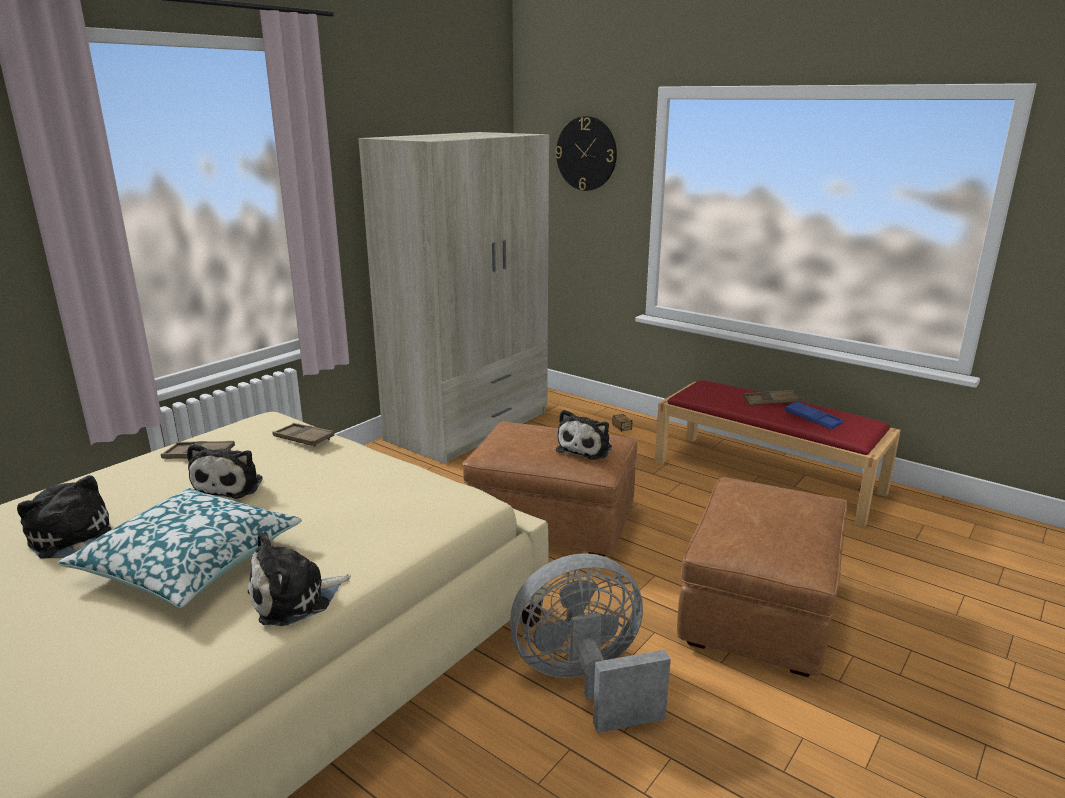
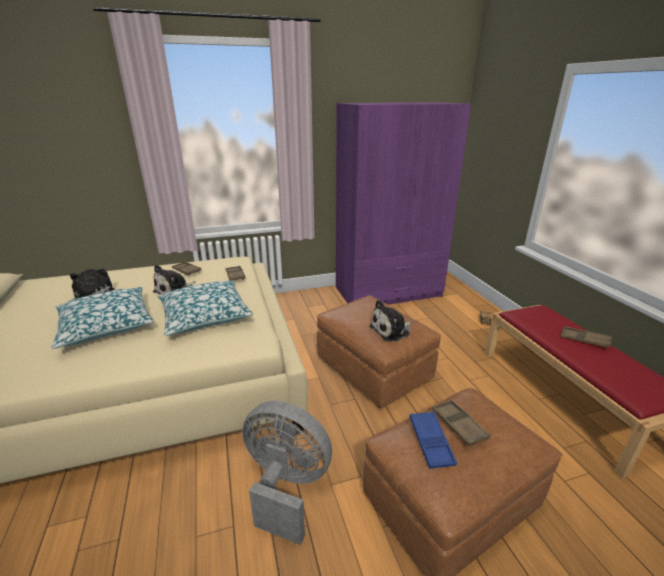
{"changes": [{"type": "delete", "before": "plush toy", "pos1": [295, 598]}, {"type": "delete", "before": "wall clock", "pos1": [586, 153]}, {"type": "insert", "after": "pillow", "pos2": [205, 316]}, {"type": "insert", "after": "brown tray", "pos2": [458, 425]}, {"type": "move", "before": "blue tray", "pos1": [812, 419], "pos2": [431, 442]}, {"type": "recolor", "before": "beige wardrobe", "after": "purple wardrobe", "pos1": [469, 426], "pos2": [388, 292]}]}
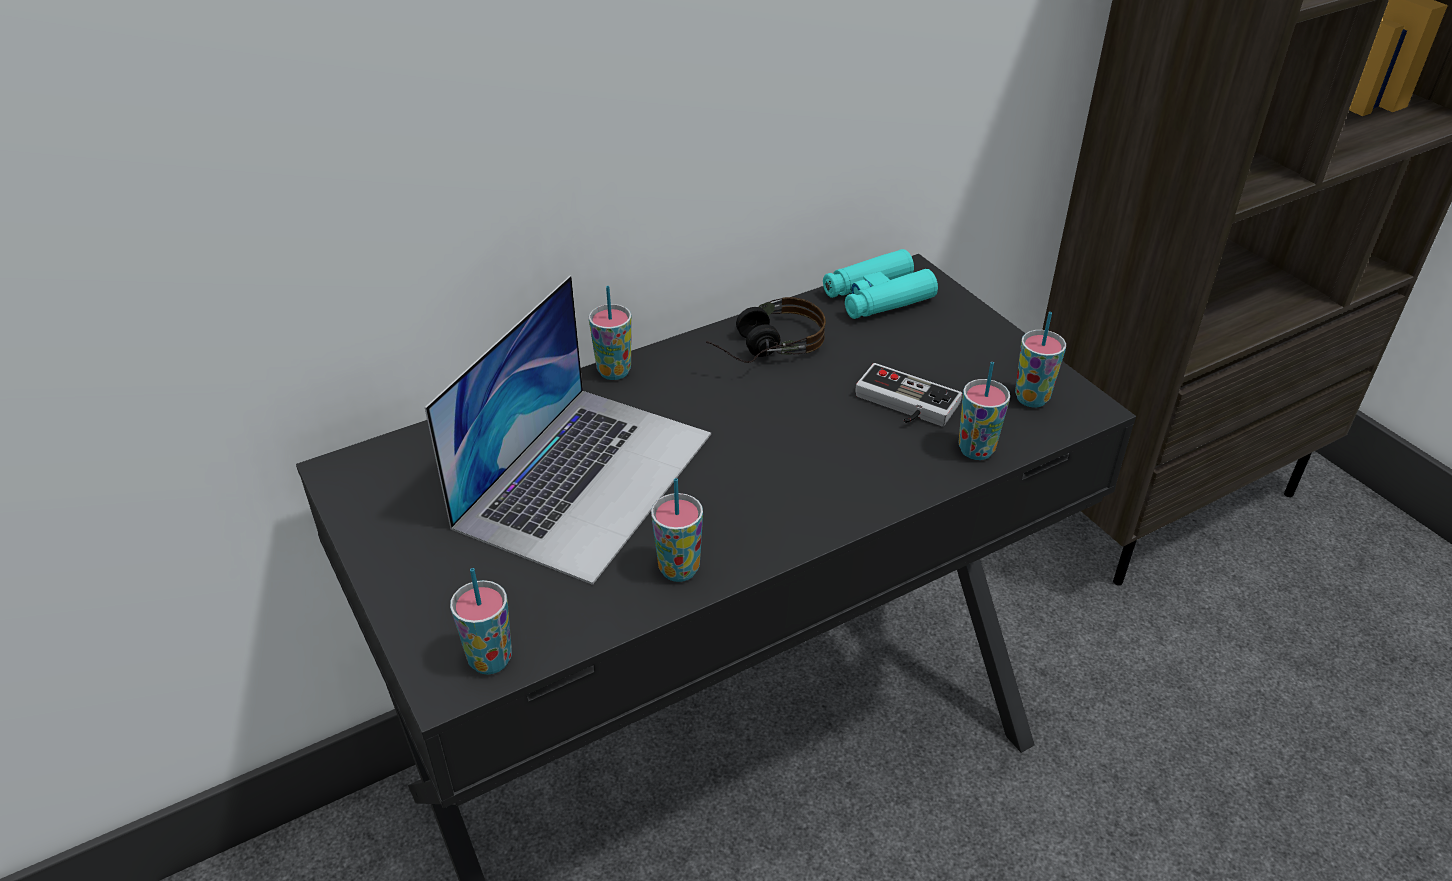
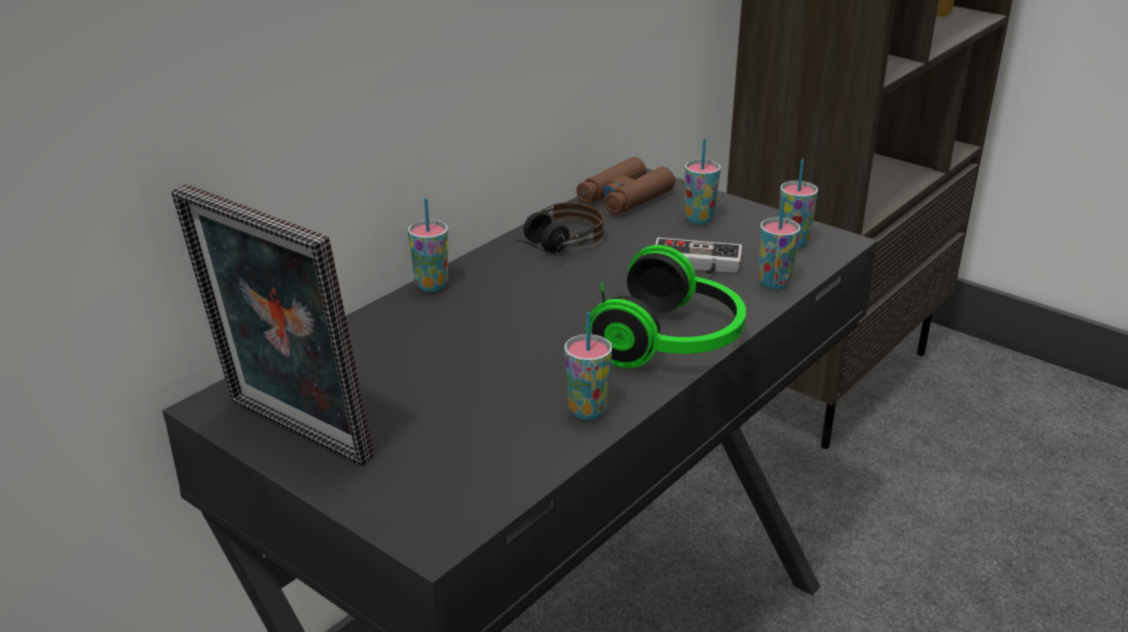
{"changes": [{"type": "delete", "before": "laptop", "pos1": [586, 478]}, {"type": "insert", "after": "picture frame", "pos2": [291, 435]}, {"type": "insert", "after": "headphones", "pos2": [672, 342]}, {"type": "move", "before": "cup", "pos1": [490, 660], "pos2": [699, 219]}, {"type": "recolor", "before": "turquoise binoculars", "after": "brown binoculars", "pos1": [877, 297], "pos2": [624, 198]}]}
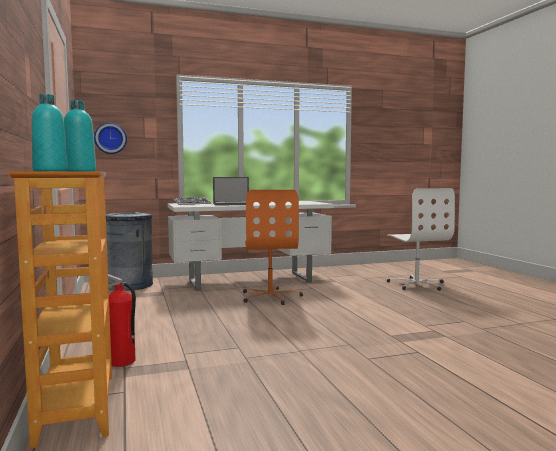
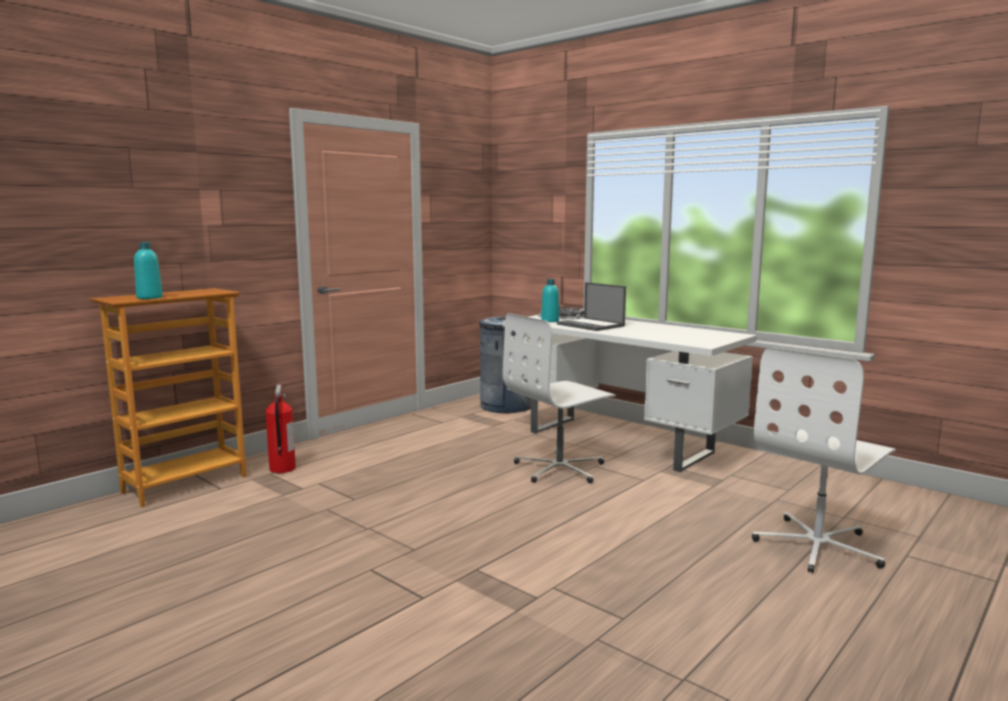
{"changes": [{"type": "delete", "before": "wall clock", "pos1": [110, 138]}, {"type": "move", "before": "turquoise bottle", "pos1": [50, 171], "pos2": [550, 321]}, {"type": "recolor", "before": "orange office chair", "after": "white office chair", "pos1": [270, 297], "pos2": [560, 469]}]}
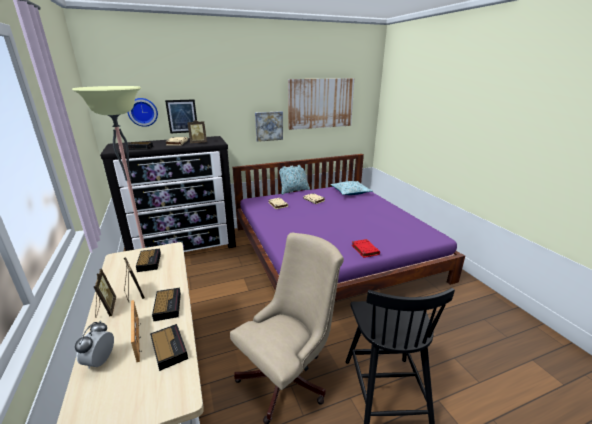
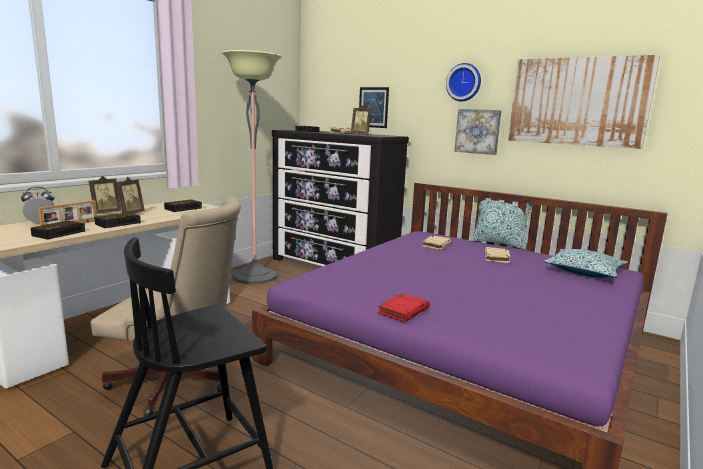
{"changes": [{"type": "move", "before": "wall clock", "pos1": [143, 112], "pos2": [464, 82]}]}
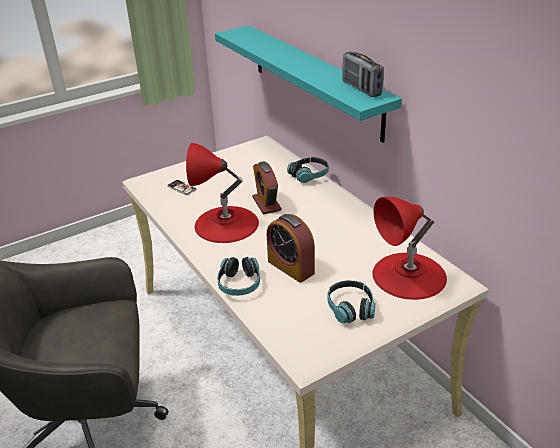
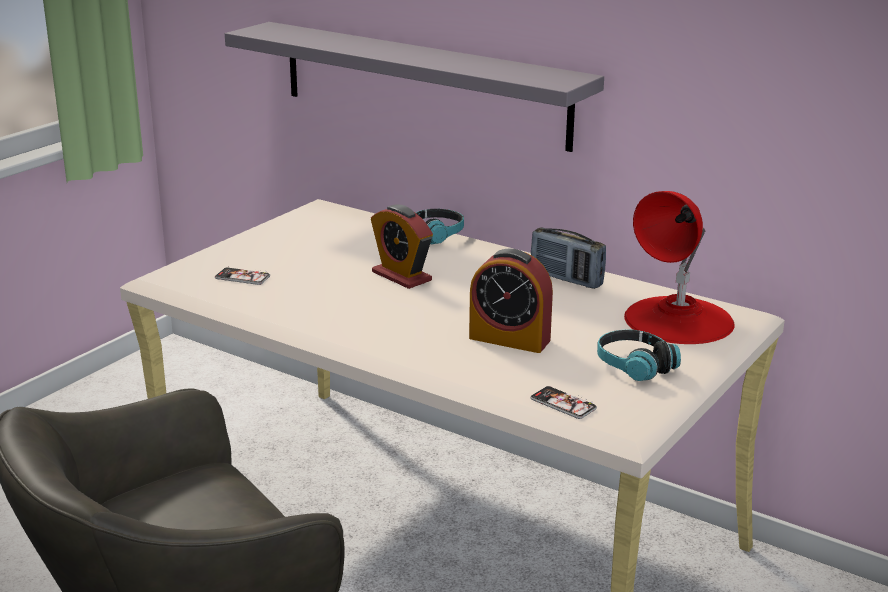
{"changes": [{"type": "delete", "before": "red table lamp", "pos1": [226, 224]}, {"type": "delete", "before": "headphones", "pos1": [239, 284]}, {"type": "insert", "after": "phone", "pos2": [563, 404]}, {"type": "move", "before": "radio", "pos1": [361, 89], "pos2": [566, 279]}, {"type": "recolor", "before": "turquoise shelf", "after": "grey shelf", "pos1": [314, 80], "pos2": [422, 84]}]}
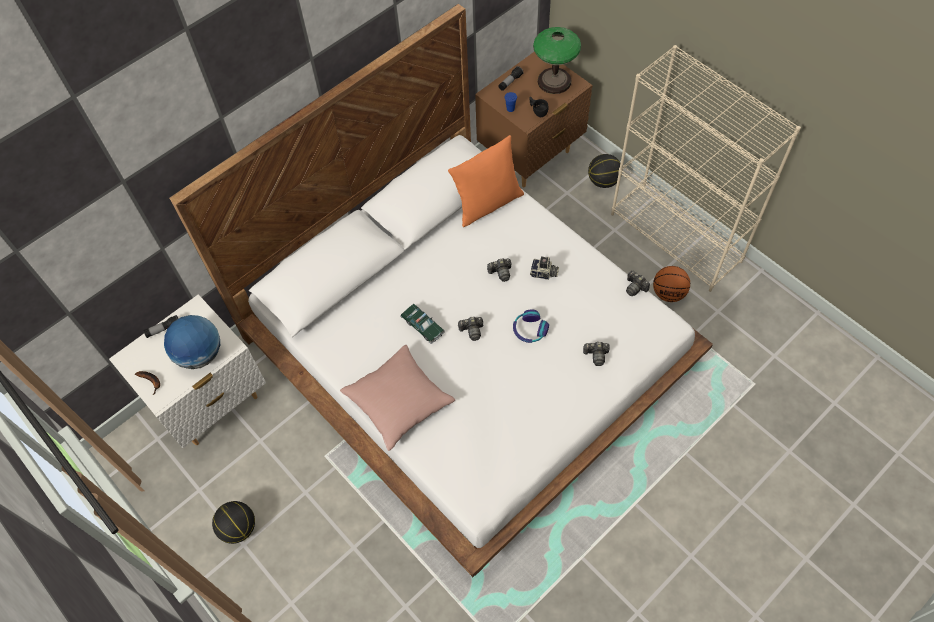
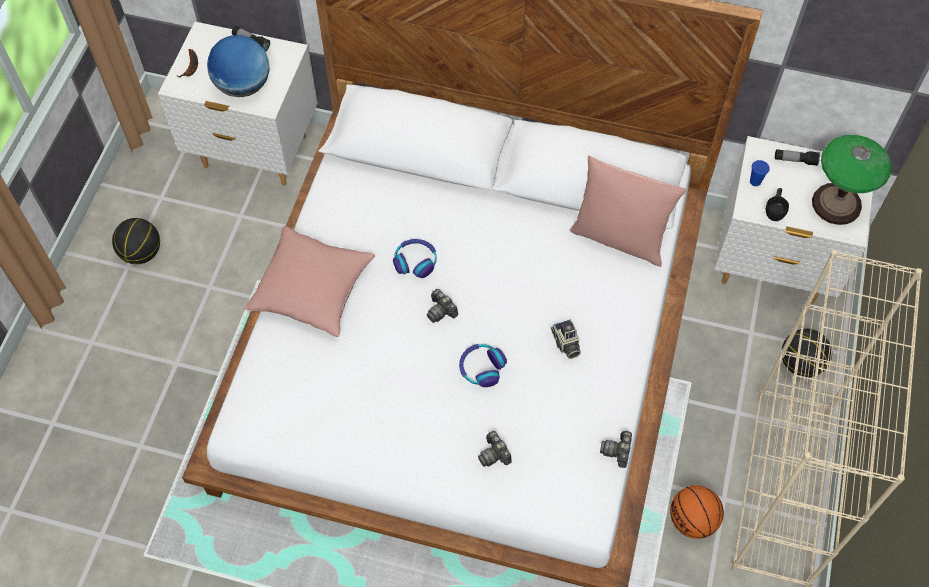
{"changes": [{"type": "delete", "before": "photo camera", "pos1": [500, 272]}, {"type": "replace", "before": "toy car", "after": "headphones", "pos1": [422, 326], "pos2": [415, 261]}, {"type": "recolor", "before": "orange pillow", "after": "pink pillow", "pos1": [487, 204], "pos2": [619, 238]}, {"type": "recolor", "before": "brown nightstand", "after": "white nightstand", "pos1": [530, 156], "pos2": [771, 266]}]}
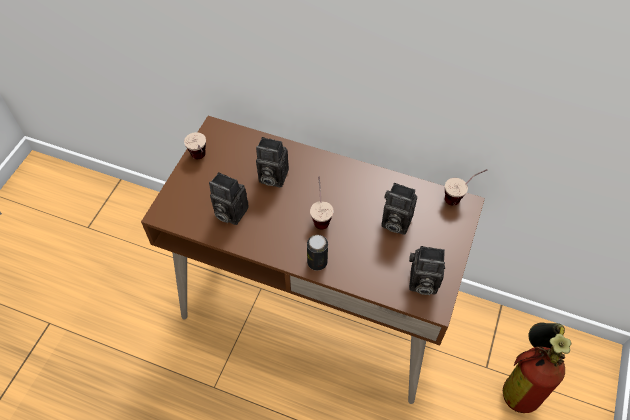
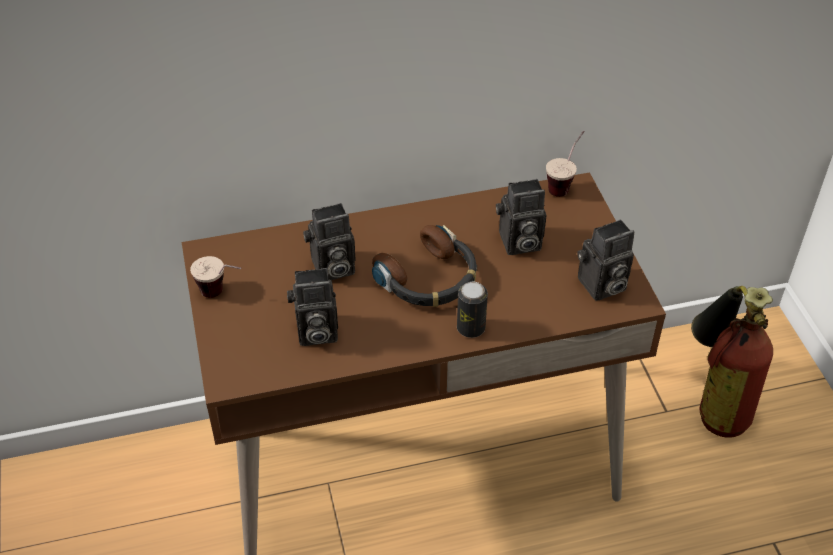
{"changes": [{"type": "replace", "before": "cup", "after": "headphones", "pos1": [320, 215], "pos2": [429, 279]}]}
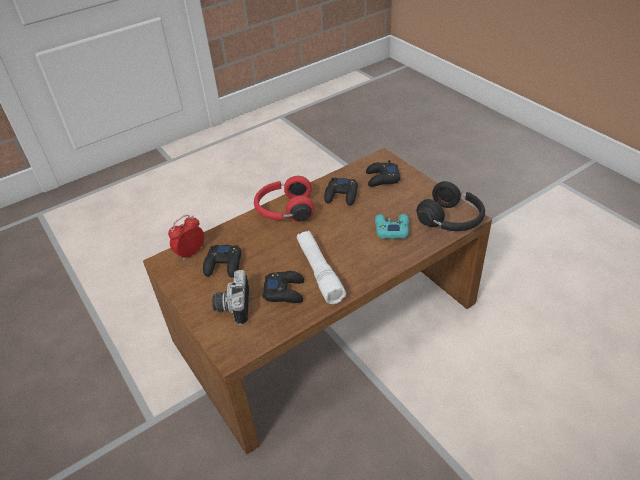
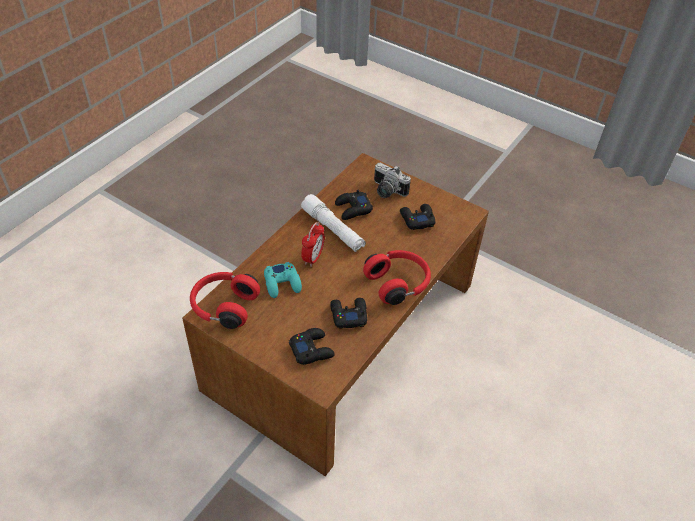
{"changes": [{"type": "move", "before": "alarm clock", "pos1": [191, 253], "pos2": [313, 258]}, {"type": "recolor", "before": "black headphones", "after": "red headphones", "pos1": [451, 220], "pos2": [224, 306]}, {"type": "rotate", "before": "photo camera", "pos1": [232, 306], "pos2": [386, 191], "turn": 150}]}
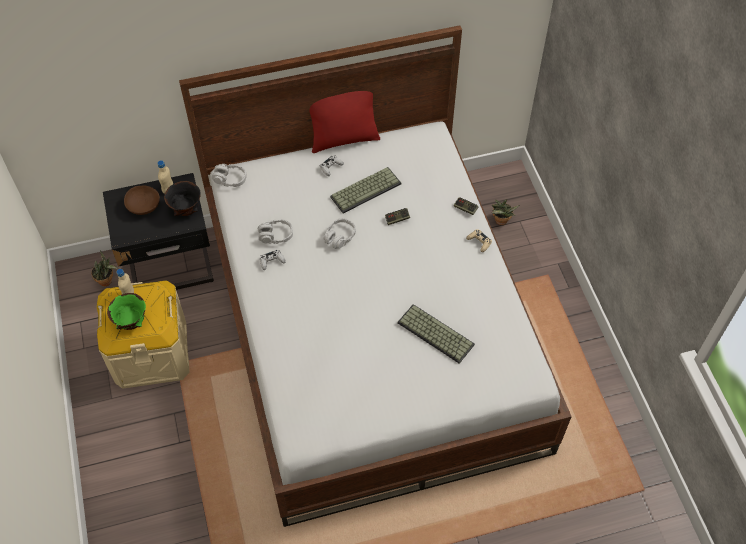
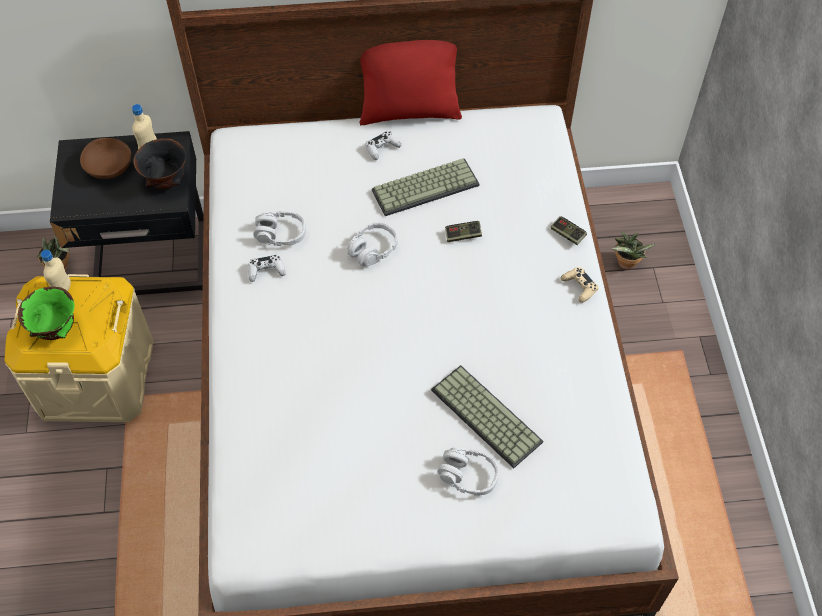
{"changes": [{"type": "move", "before": "grey headphones", "pos1": [230, 179], "pos2": [468, 475]}]}
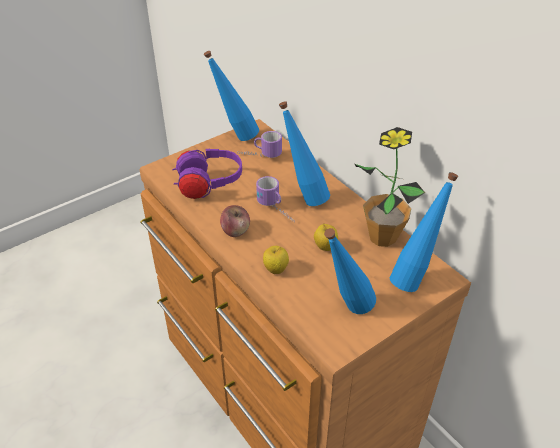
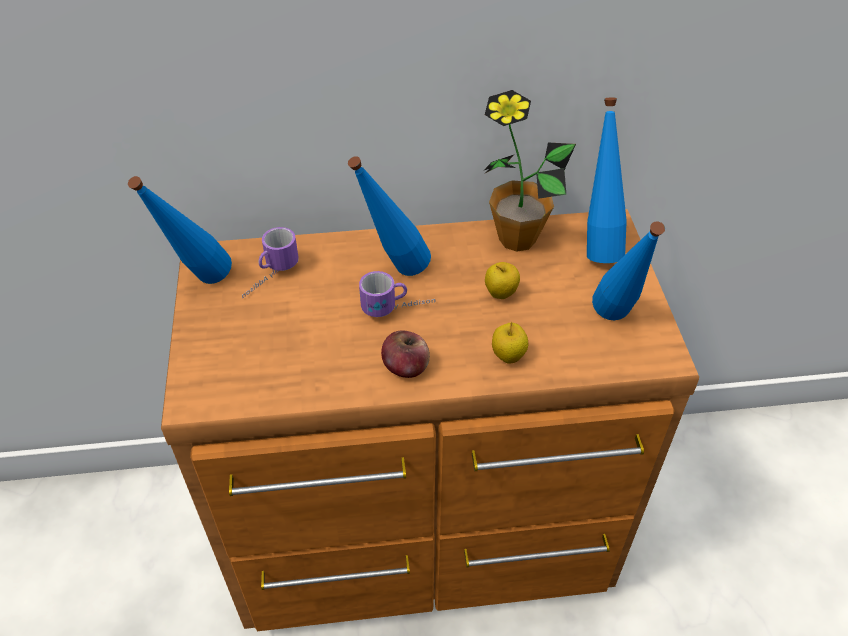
{"changes": [{"type": "delete", "before": "purple headphones", "pos1": [209, 185]}]}
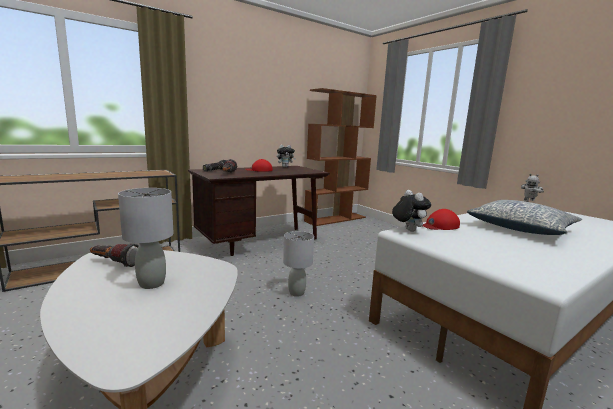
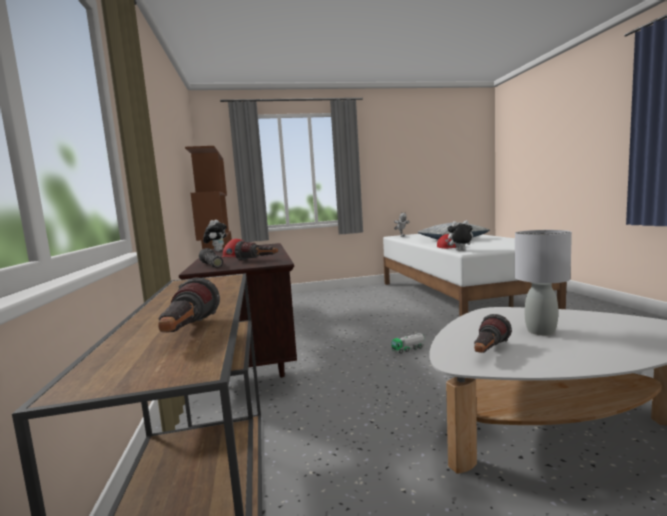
{"changes": [{"type": "insert", "after": "flashlight", "pos2": [187, 333]}, {"type": "replace", "before": "grey table lamp", "after": "toy truck", "pos1": [296, 293], "pos2": [408, 349]}]}
